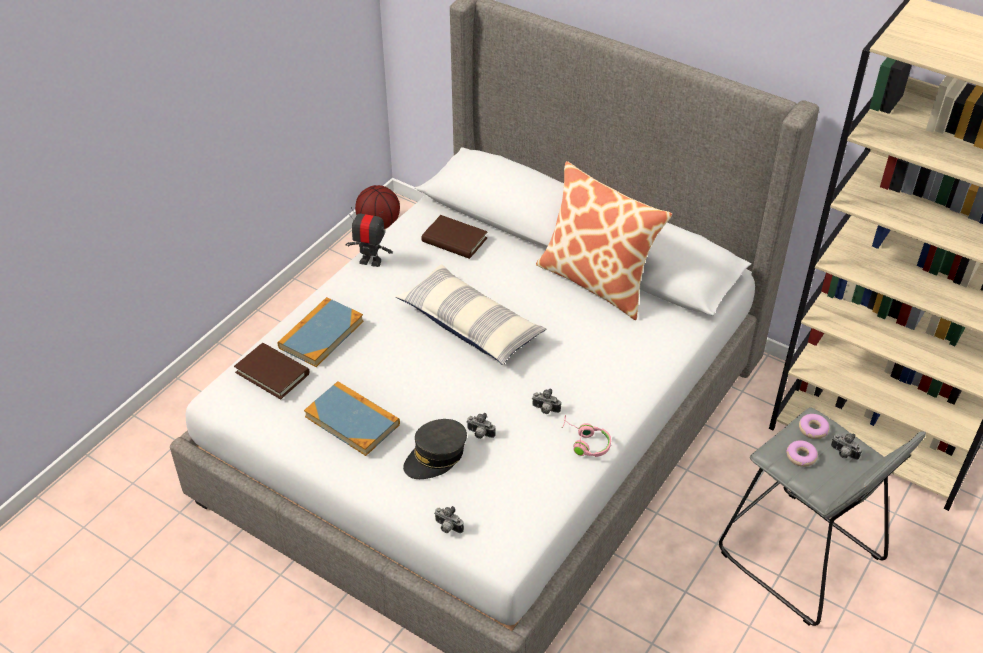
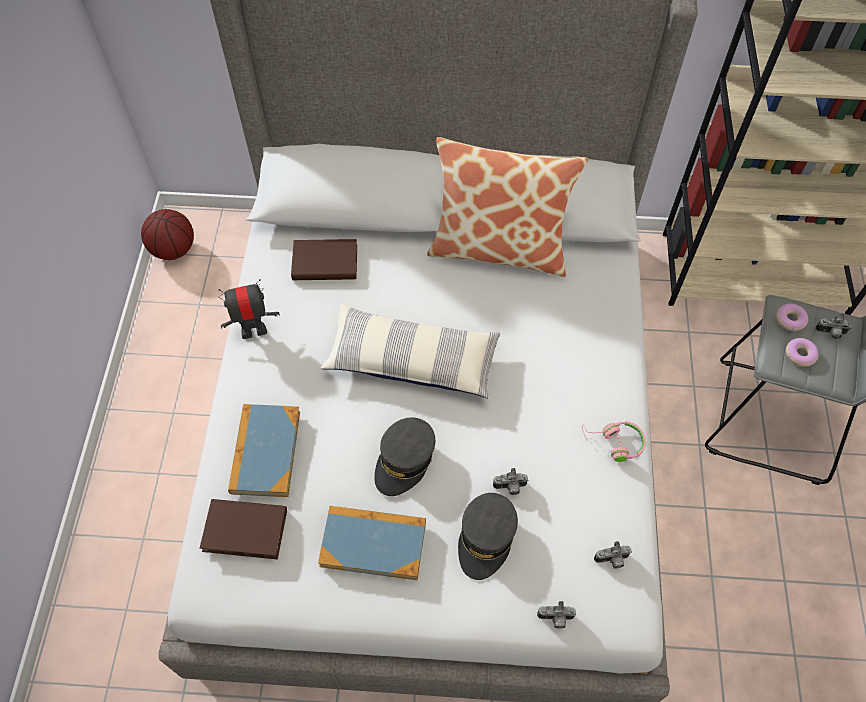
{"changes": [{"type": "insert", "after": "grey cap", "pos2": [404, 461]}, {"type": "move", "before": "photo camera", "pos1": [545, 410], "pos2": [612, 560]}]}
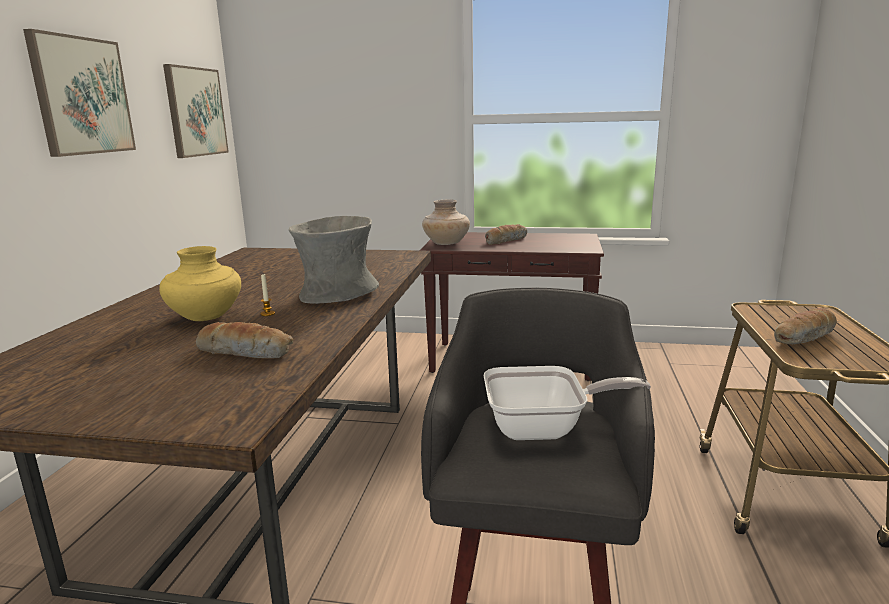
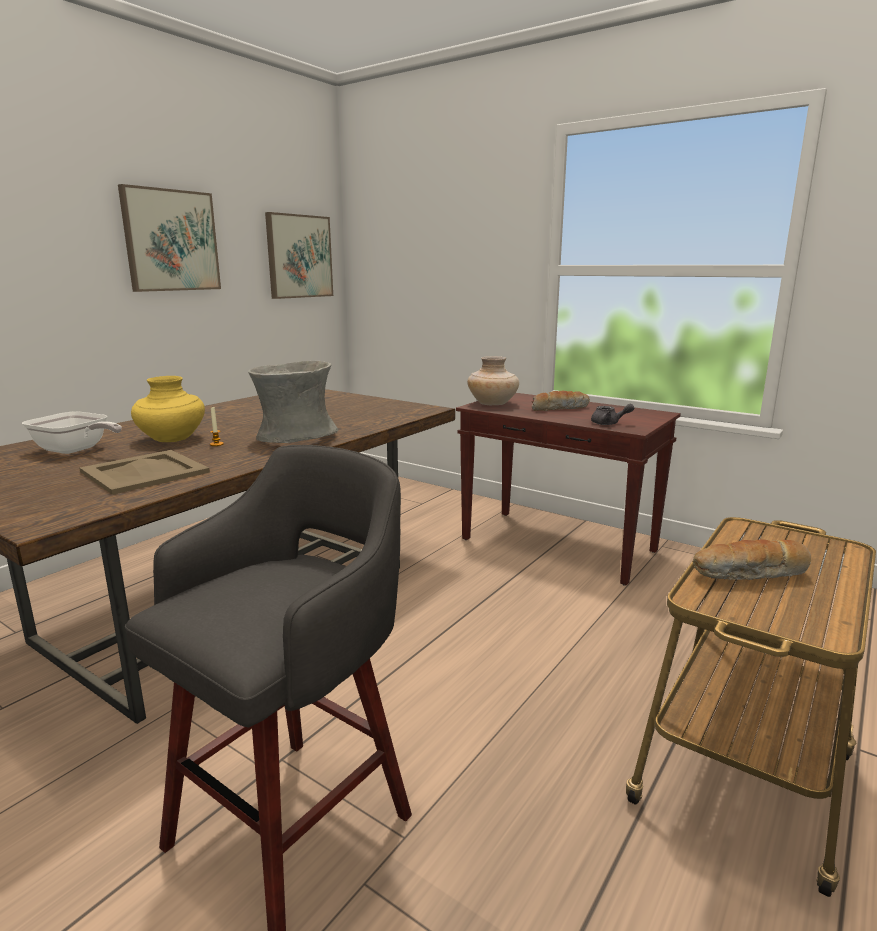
{"changes": [{"type": "insert", "after": "grey teapot", "pos2": [609, 423]}, {"type": "move", "before": "frying pan", "pos1": [544, 429], "pos2": [76, 450]}, {"type": "replace", "before": "bread", "after": "beige tray", "pos1": [246, 352], "pos2": [146, 472]}]}
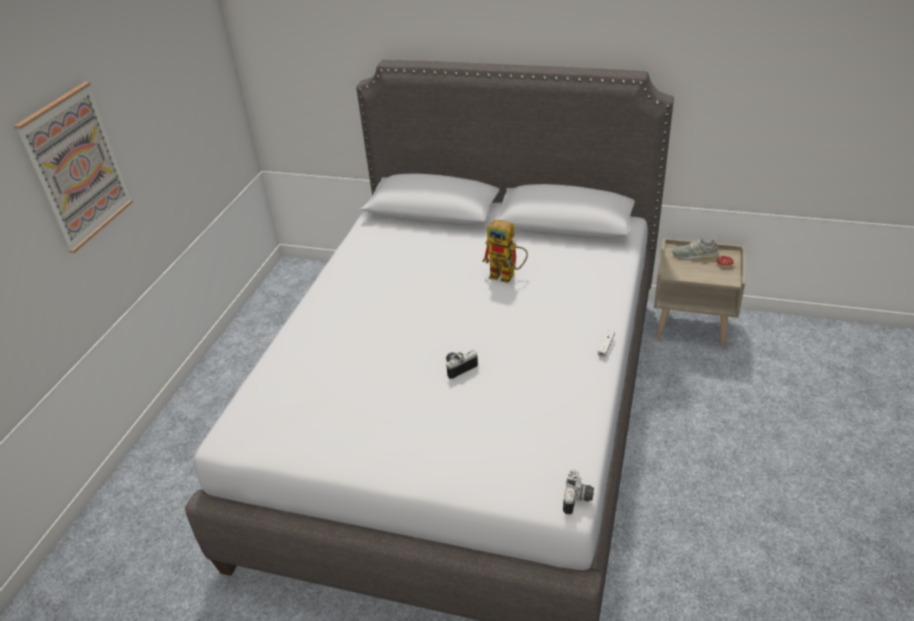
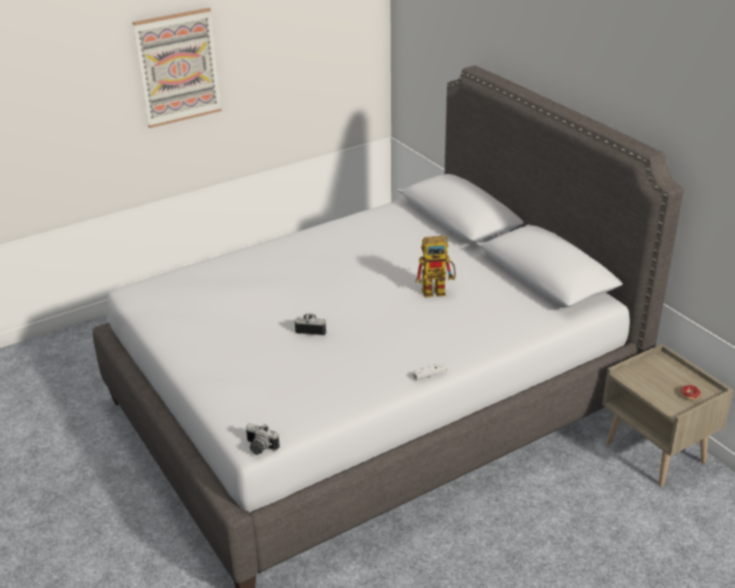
{"changes": [{"type": "delete", "before": "grey shoe", "pos1": [695, 255]}, {"type": "rotate", "before": "toy robot", "pos1": [507, 276], "pos2": [438, 290], "turn": -75}, {"type": "rotate", "before": "photo camera", "pos1": [578, 500], "pos2": [259, 448], "turn": 60}]}
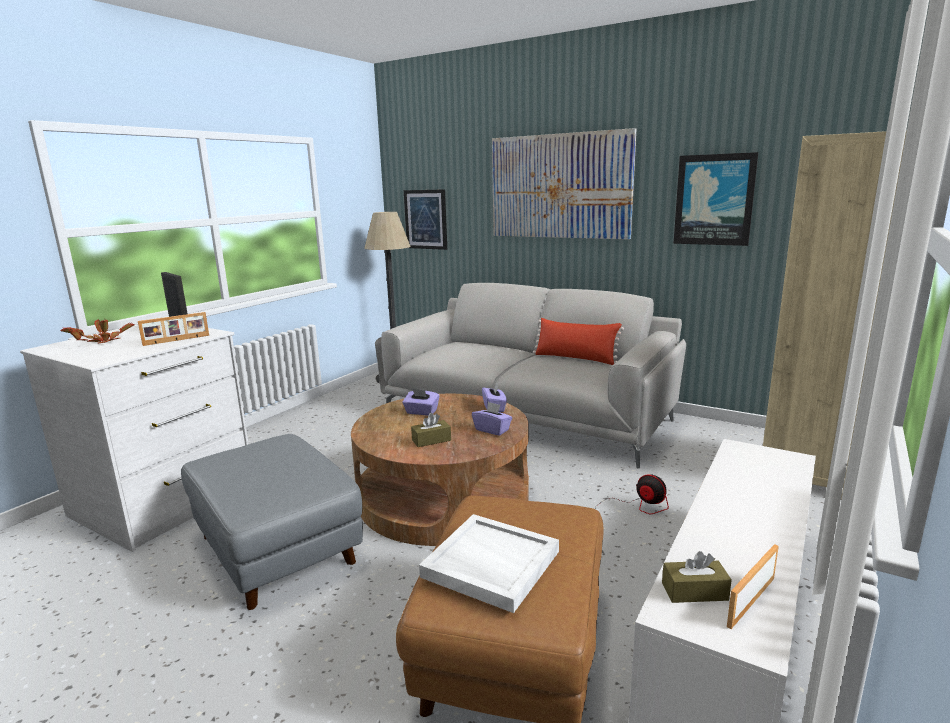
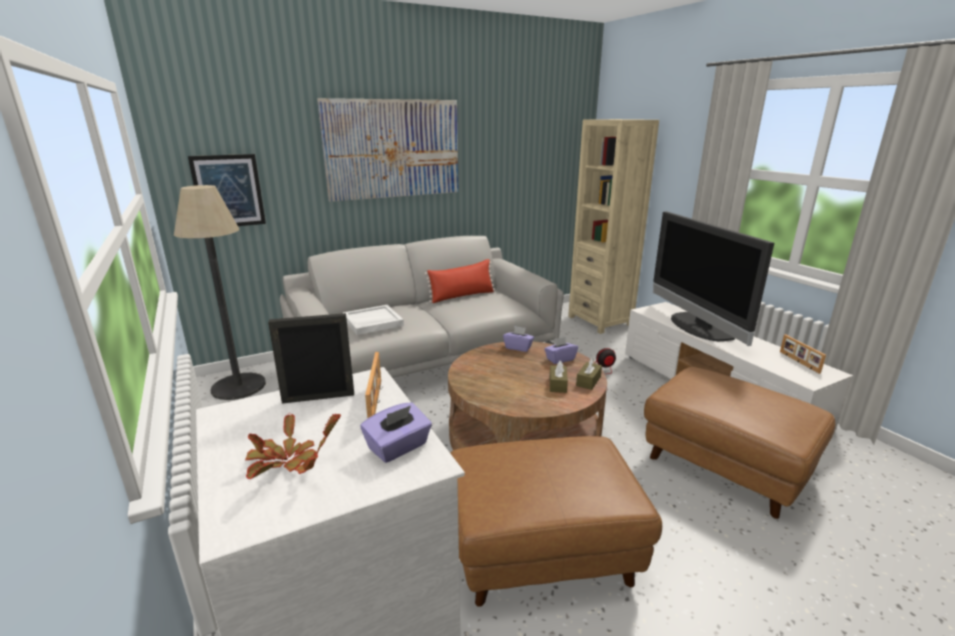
{"changes": [{"type": "delete", "before": "picture", "pos1": [714, 200]}, {"type": "insert", "after": "television", "pos2": [696, 327]}, {"type": "move", "before": "purple tissue box", "pos1": [421, 412], "pos2": [398, 447]}, {"type": "move", "before": "white tray", "pos1": [489, 564], "pos2": [372, 322]}, {"type": "move", "before": "brown tissue box", "pos1": [694, 591], "pos2": [588, 381]}, {"type": "recolor", "before": "grey ottoman", "after": "brown ottoman", "pos1": [278, 549], "pos2": [542, 548]}]}
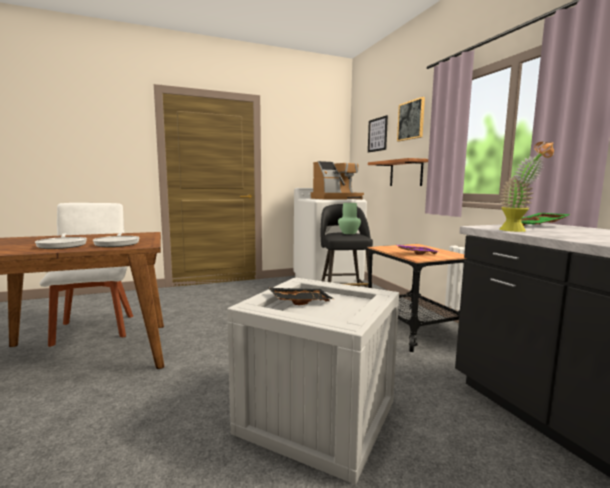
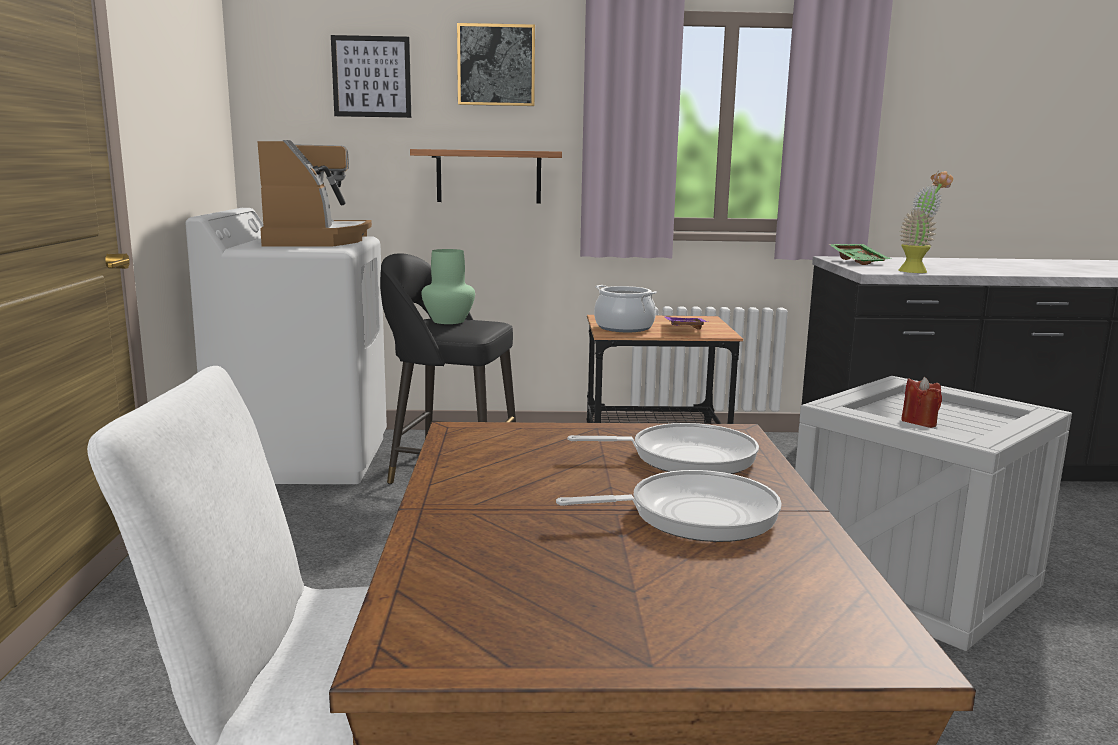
{"changes": [{"type": "insert", "after": "cooking pot", "pos2": [624, 328]}, {"type": "replace", "before": "black tray", "after": "red candle", "pos1": [300, 301], "pos2": [919, 423]}]}
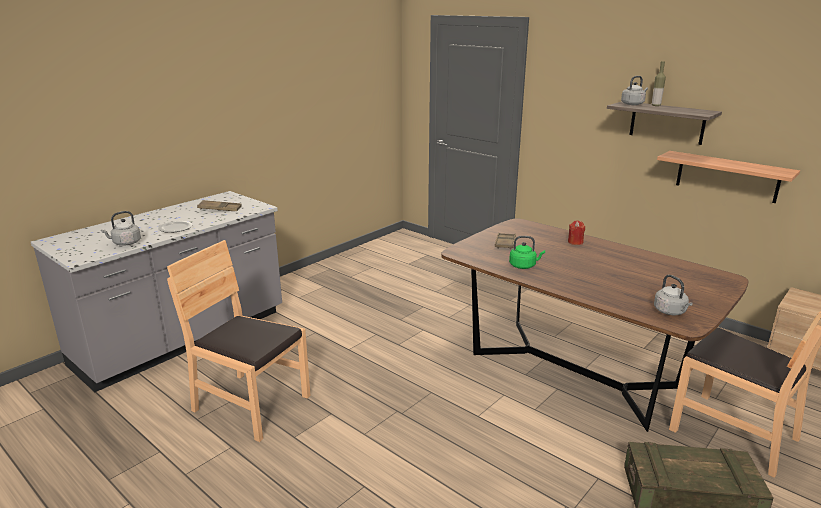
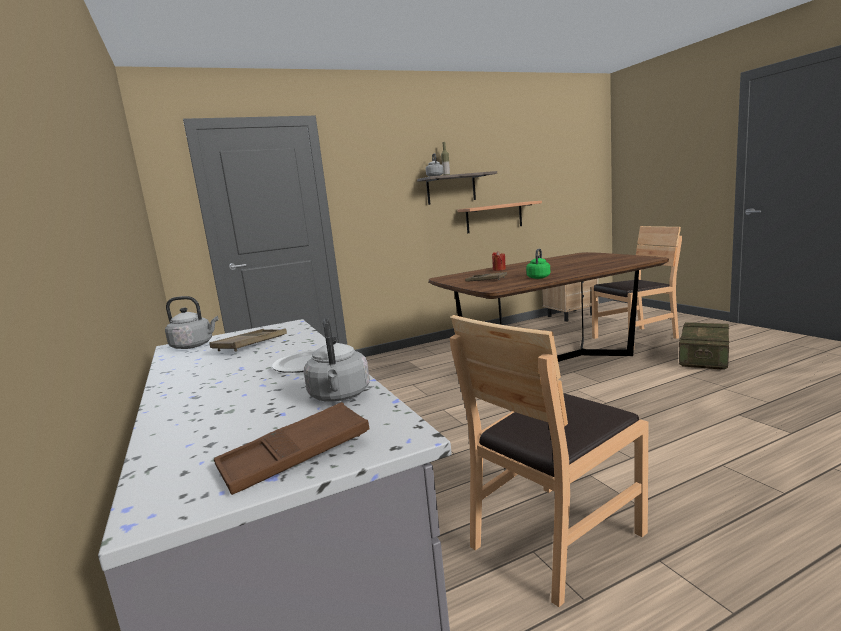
{"changes": [{"type": "insert", "after": "brown tray", "pos2": [295, 455]}, {"type": "move", "before": "grey kettle", "pos1": [671, 312], "pos2": [194, 345]}]}
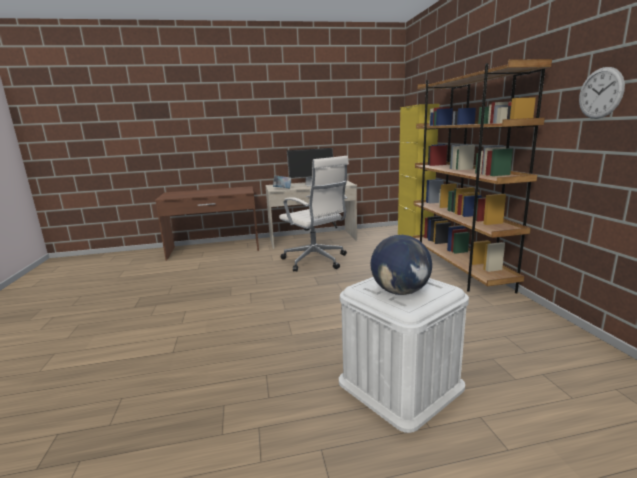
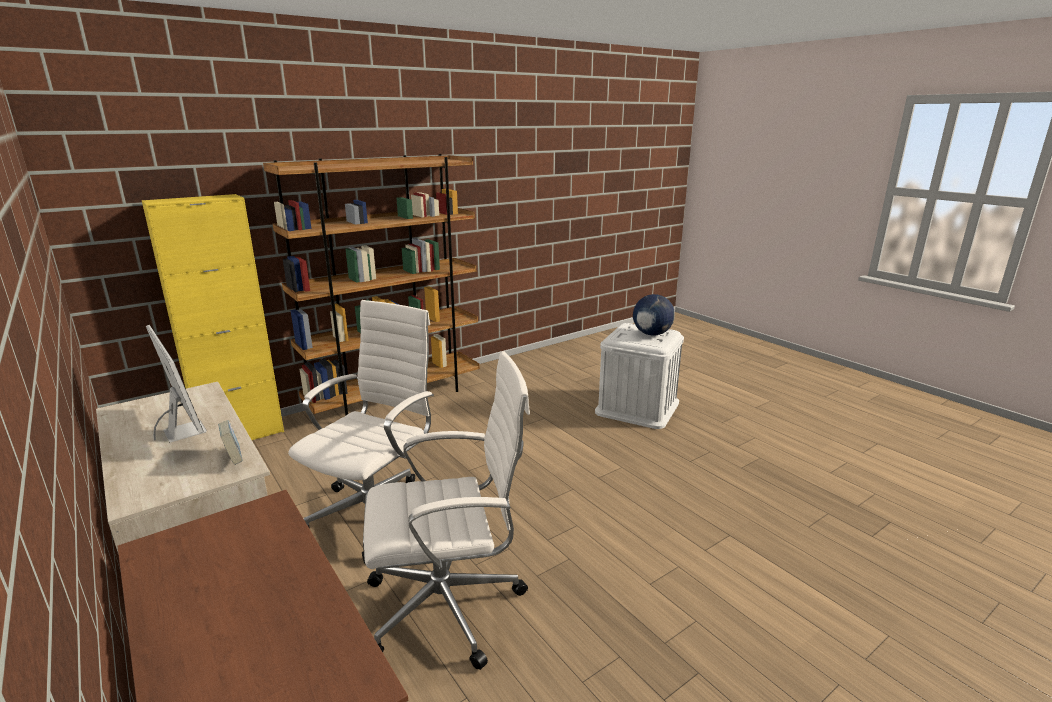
{"changes": [{"type": "delete", "before": "wall clock", "pos1": [600, 93]}, {"type": "insert", "after": "white office chair", "pos2": [449, 606]}]}
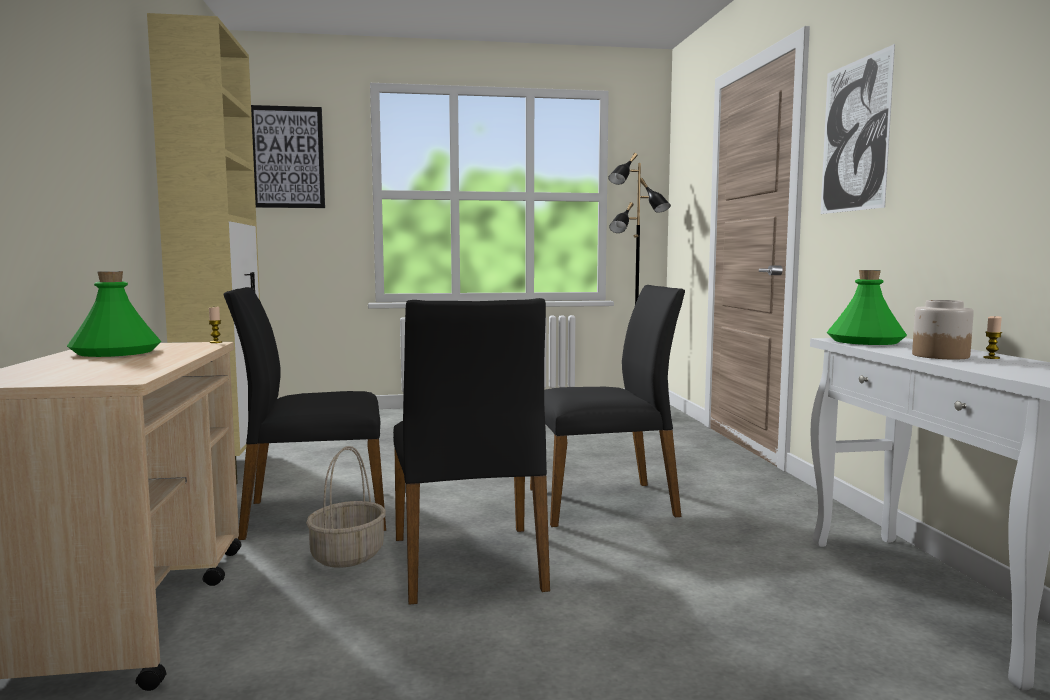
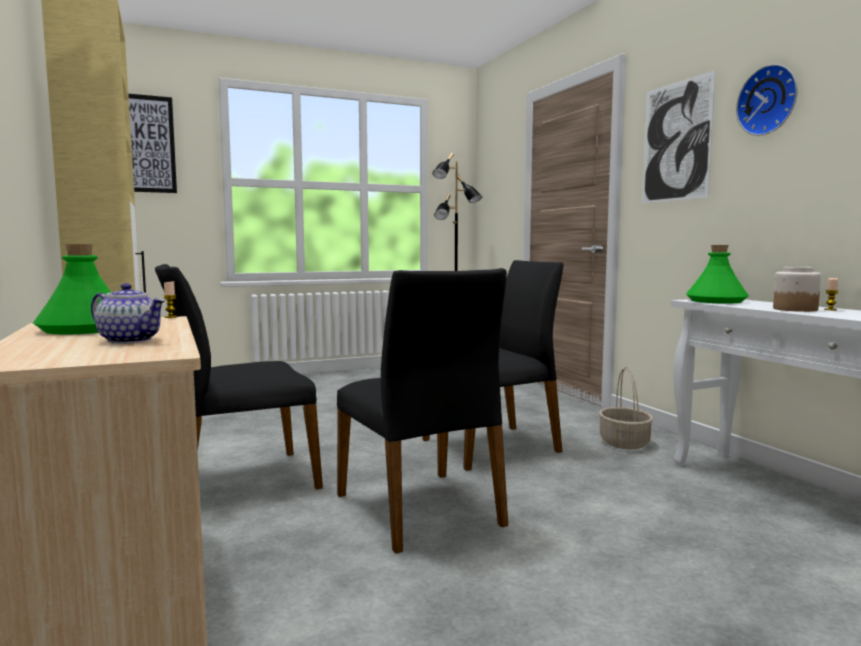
{"changes": [{"type": "insert", "after": "teapot", "pos2": [131, 340]}, {"type": "insert", "after": "wall clock", "pos2": [769, 101]}, {"type": "move", "before": "basket", "pos1": [348, 556], "pos2": [625, 443]}]}
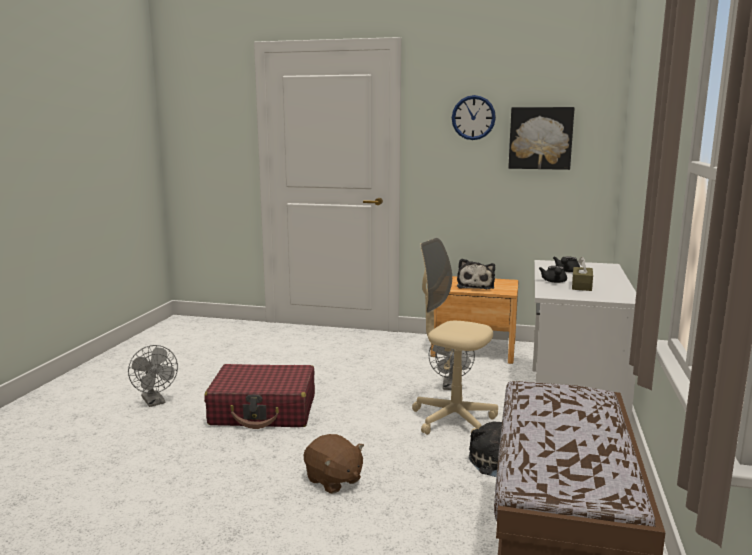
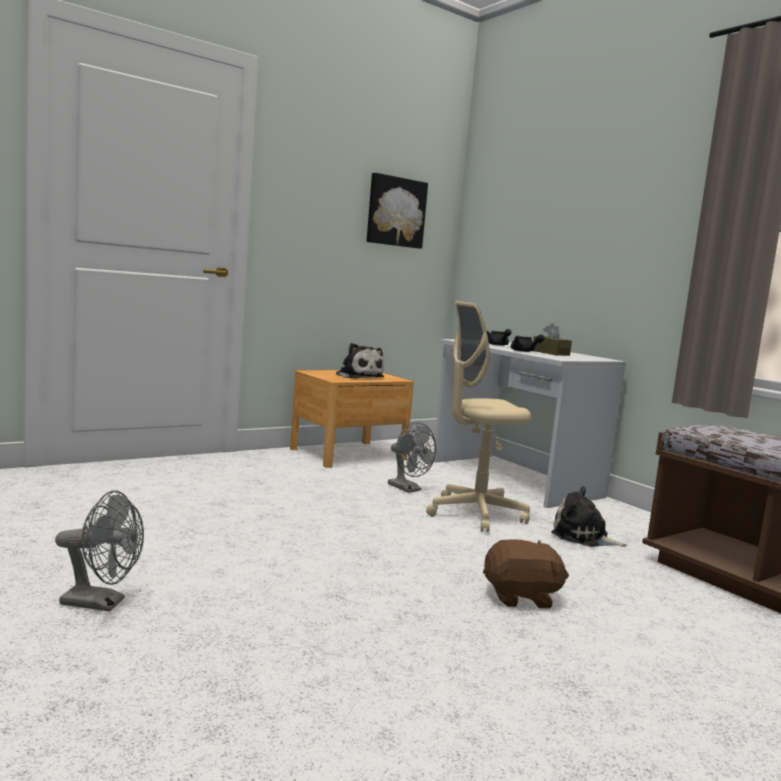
{"changes": [{"type": "delete", "before": "red suitcase", "pos1": [264, 410]}, {"type": "delete", "before": "wall clock", "pos1": [473, 117]}]}
